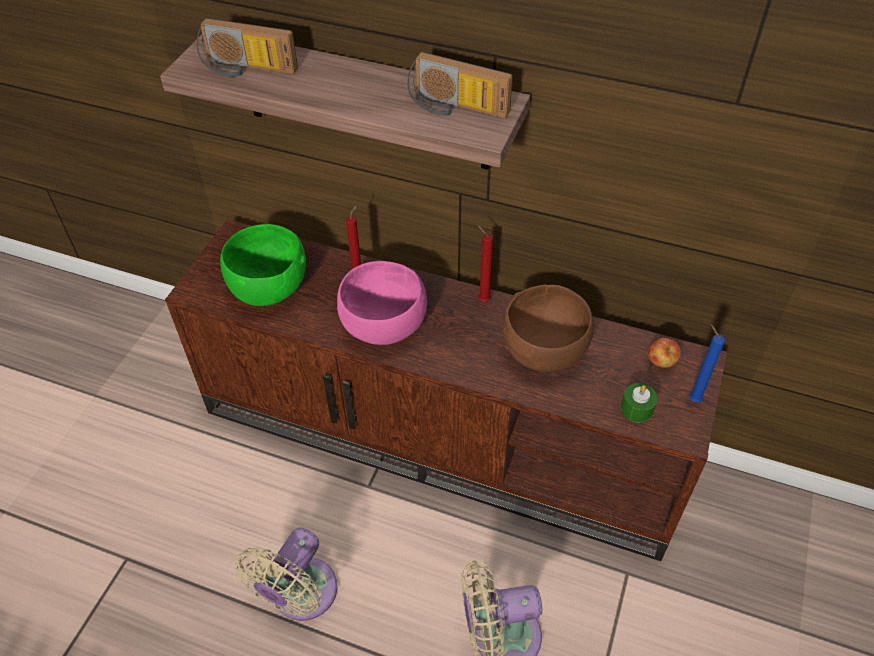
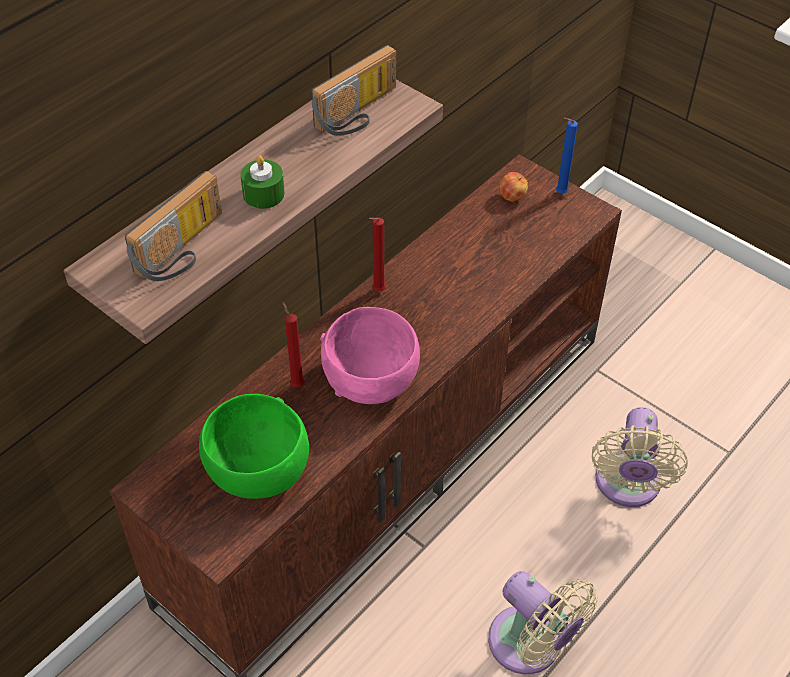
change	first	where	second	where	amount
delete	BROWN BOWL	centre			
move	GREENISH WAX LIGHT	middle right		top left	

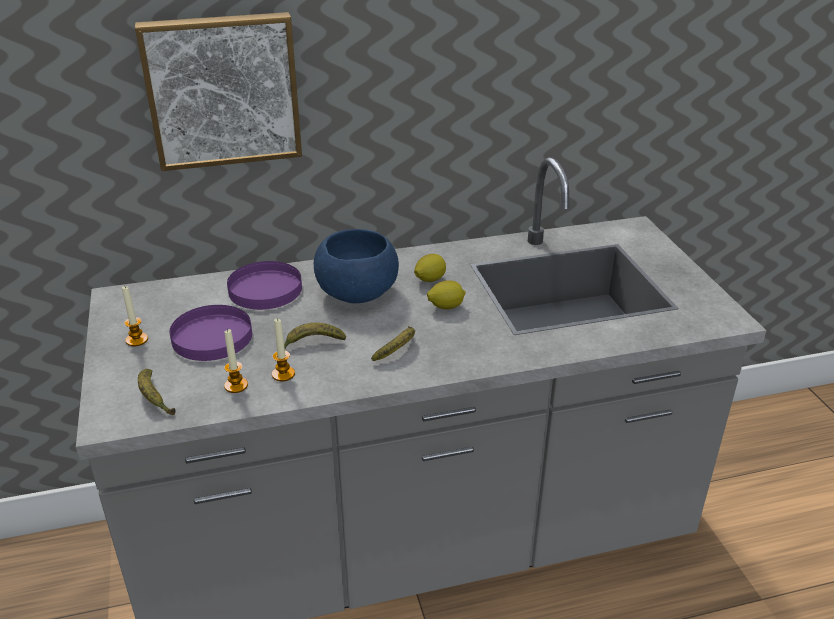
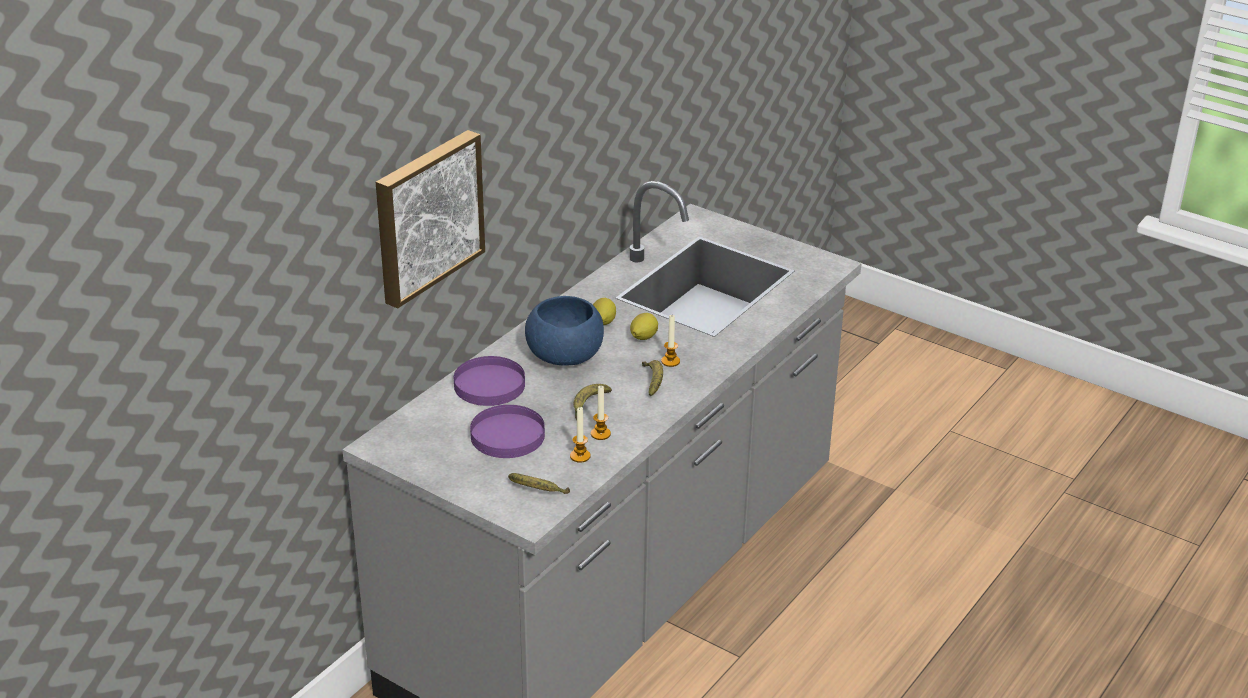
change	first	where	second	where	amount
move	WAX LIGHT (1st from left in the first image)	middle left	WAX LIGHT (3rd from left)	centre	

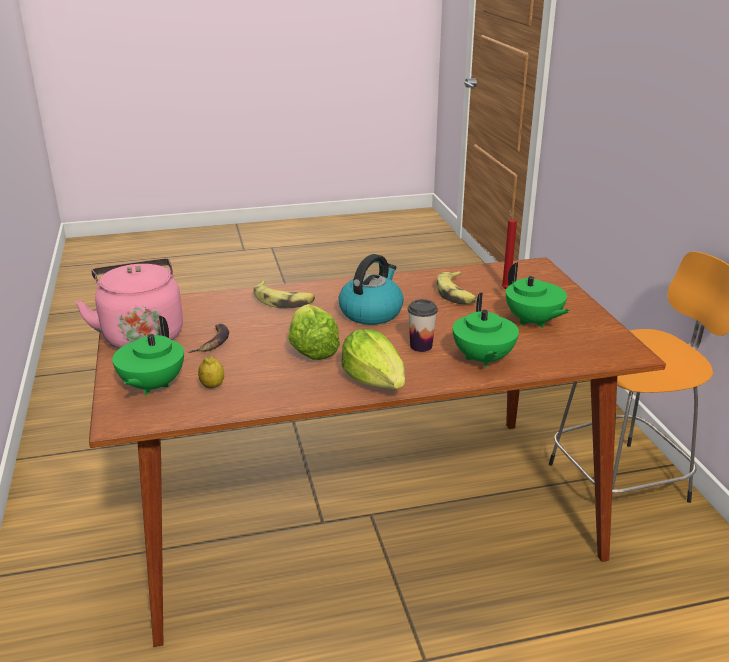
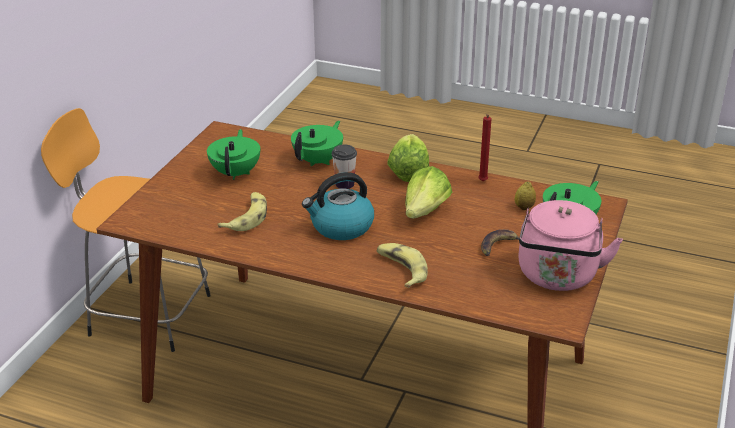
change	first	where	second	where	amount
move	REDDISH WAX LIGHT	middle right		centre	

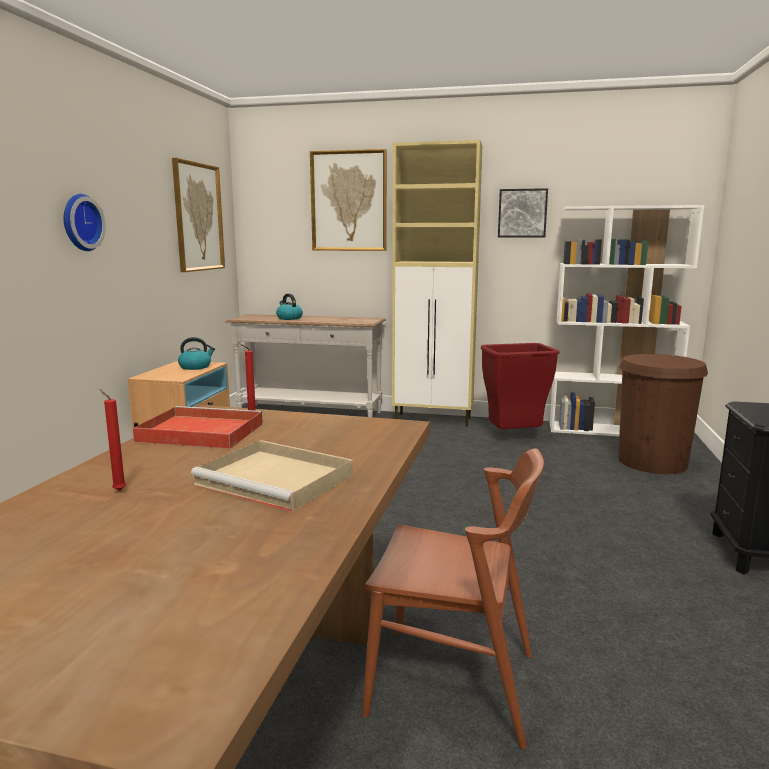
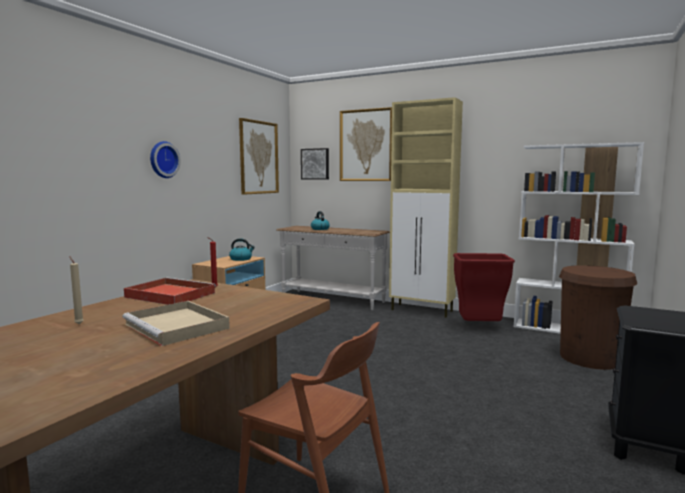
change	first	where	second	where	amount
recolor	REDDISH WAX LIGHT (1st from left)	middle left	BEIGE WAX LIGHT	middle left	
move	PICTURE (3rd from left in the first image)	top right	PICTURE (2nd from left)	top centre	

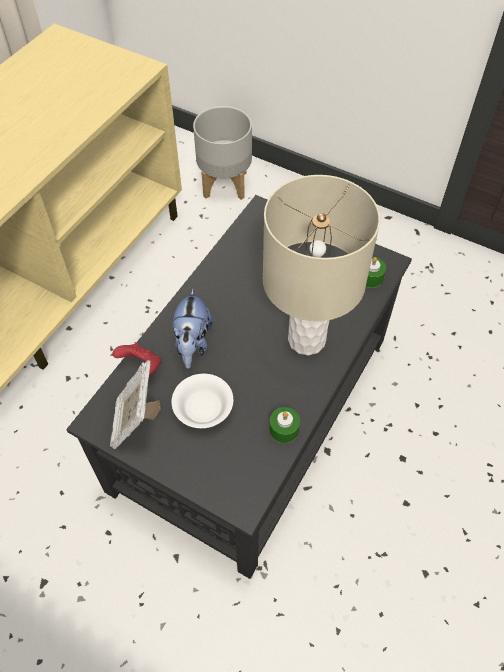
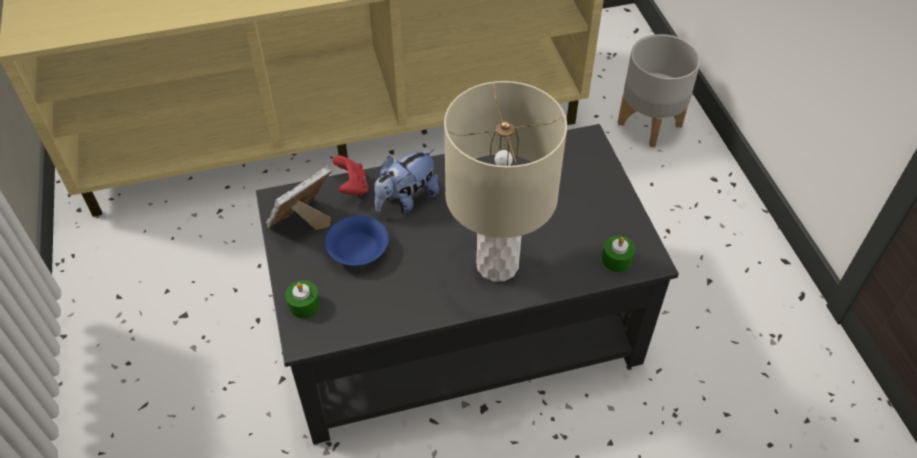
change	first	where	second	where	amount
recolor	WHITE-COLOURED BOWL	centre	BLUISH BOWL	centre	
move	GREENISH WAX LIGHT (1st from left)	centre		middle left	

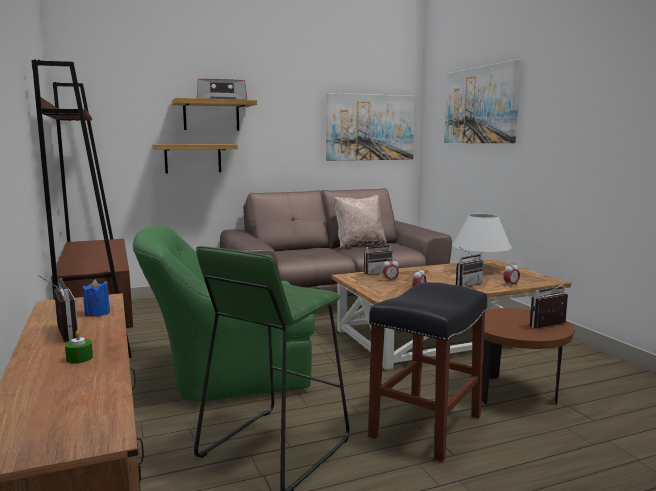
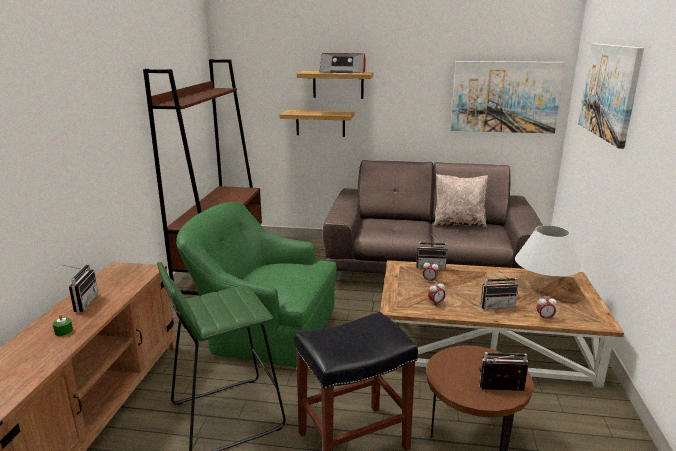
change	first	where	second	where	amount
delete	BLUISH WAX LIGHT	middle left			

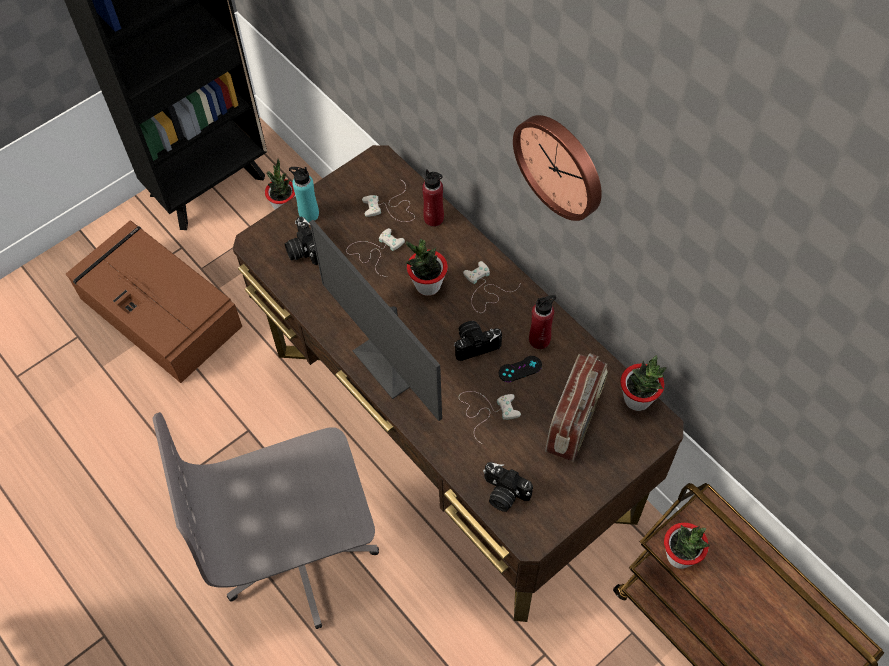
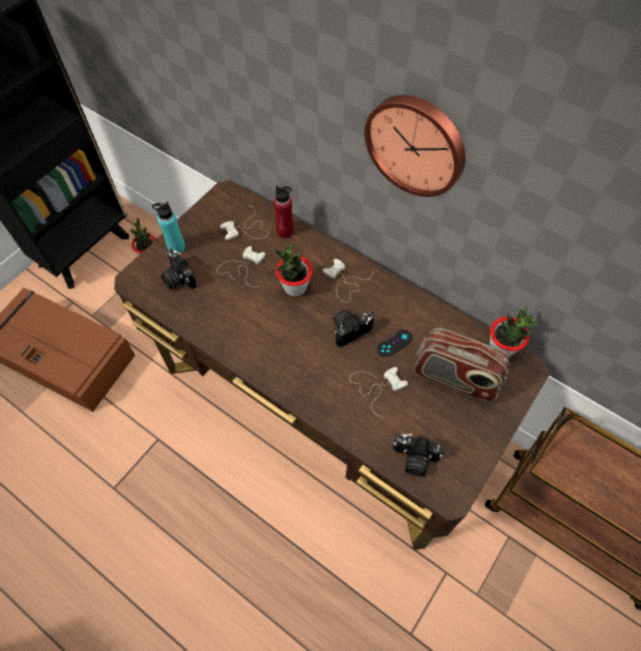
change	first	where	second	where	amount
delete	GREYISH COMPUTER CHAIR	bottom left			
delete	COMPUTER DISPLAY	centre			
delete	REDDISH BEVERAGE BOTTLE (2nd from left)	centre			
rotate	RADIO RECEIVER	centre		middle right	105 degrees clockwise
delete	HOUSEPLANT (4th from left)	bottom right			

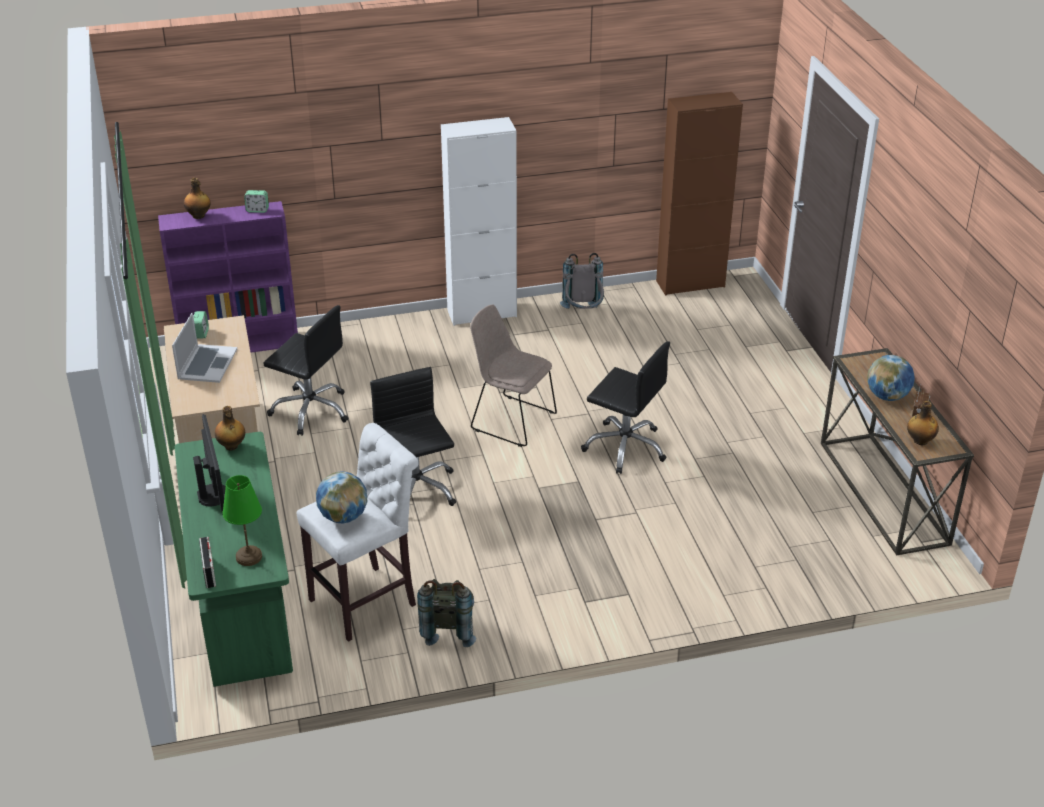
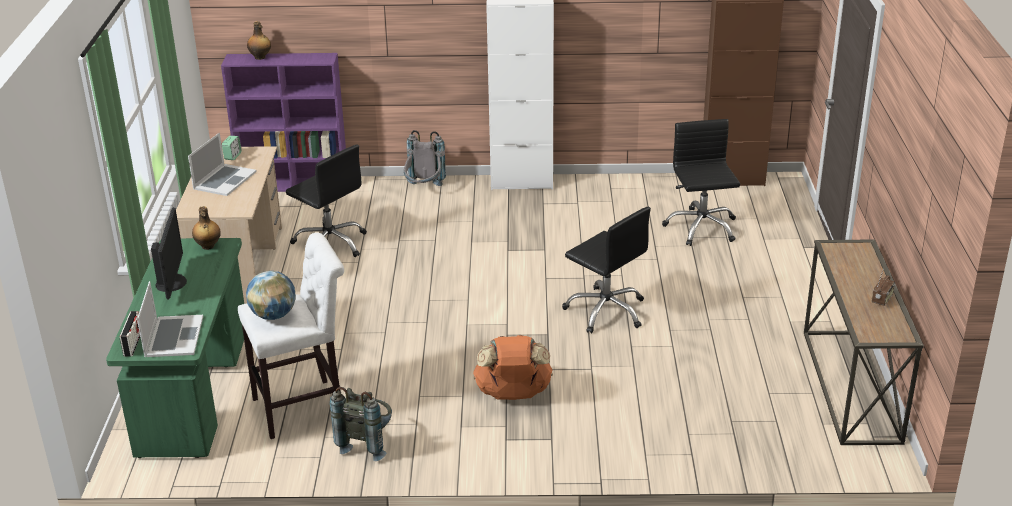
change	first	where	second	where	amount
replace	GREENISH TABLE LAMP	middle left	LAPTOP (1st from left)	middle left	
delete	ALARM CLOCK (2nd from left)	top left			
move	BLACKISH COMPUTER CHAIR (2nd from left in the first image)	centre	BLACKISH COMPUTER CHAIR (3rd from left)	middle right	
delete	BEIGE CHAIR	centre			
move	GREYISH RUCKSACK (2nd from left)	centre		top centre	
delete	GLOBE (2nd from left)	middle right			
delete	BEVERAGE BOTTLE (3rd from left)	middle right			
insert			ORANGEY RUCKSACK	bottom centre	

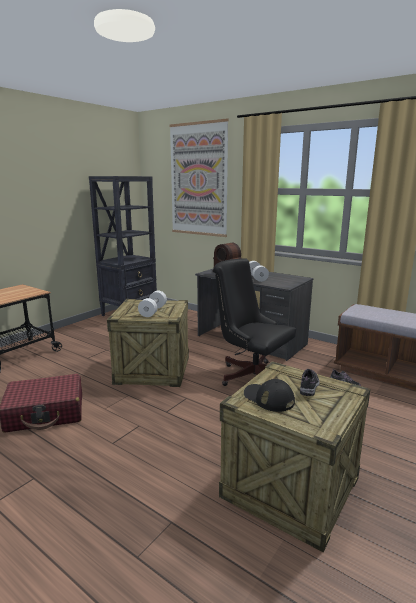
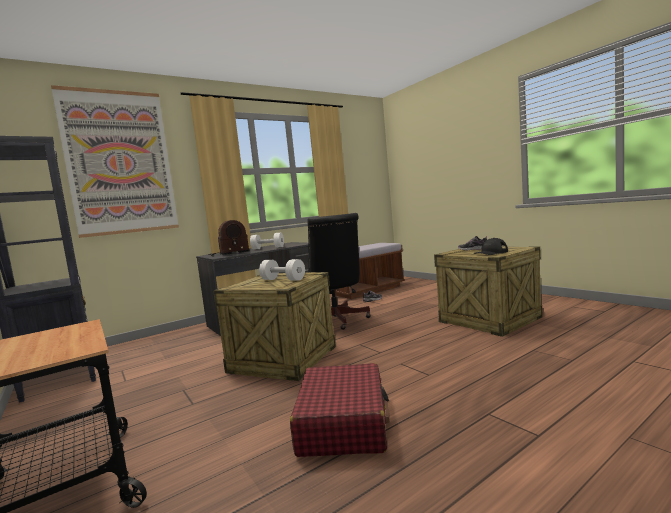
change	first	where	second	where	amount
rotate	BLACKISH COMPUTER CHAIR	centre		centre	75 degrees counterclockwise

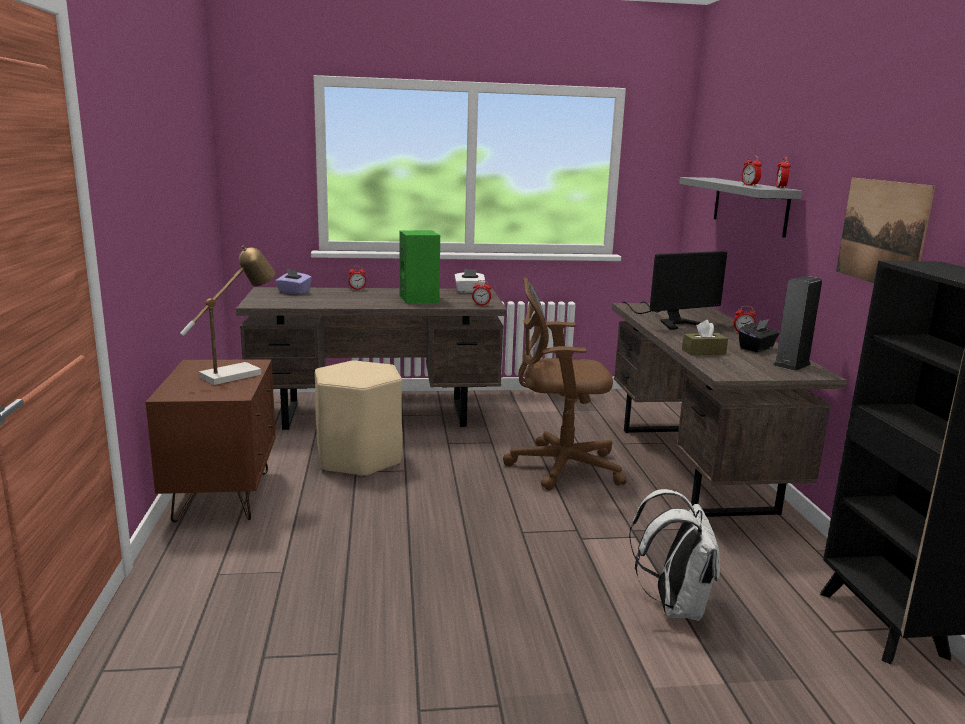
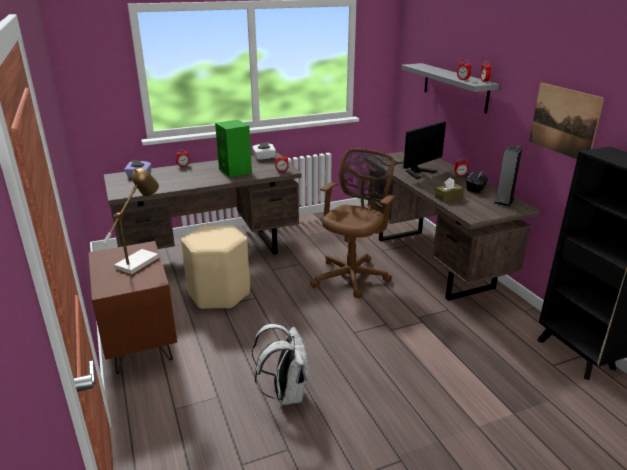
change	first	where	second	where	amount
rotate	BROWN COMPUTER CHAIR	centre		centre	135 degrees clockwise
move	WHITE-COLOURED RUCKSACK	bottom right		bottom centre	

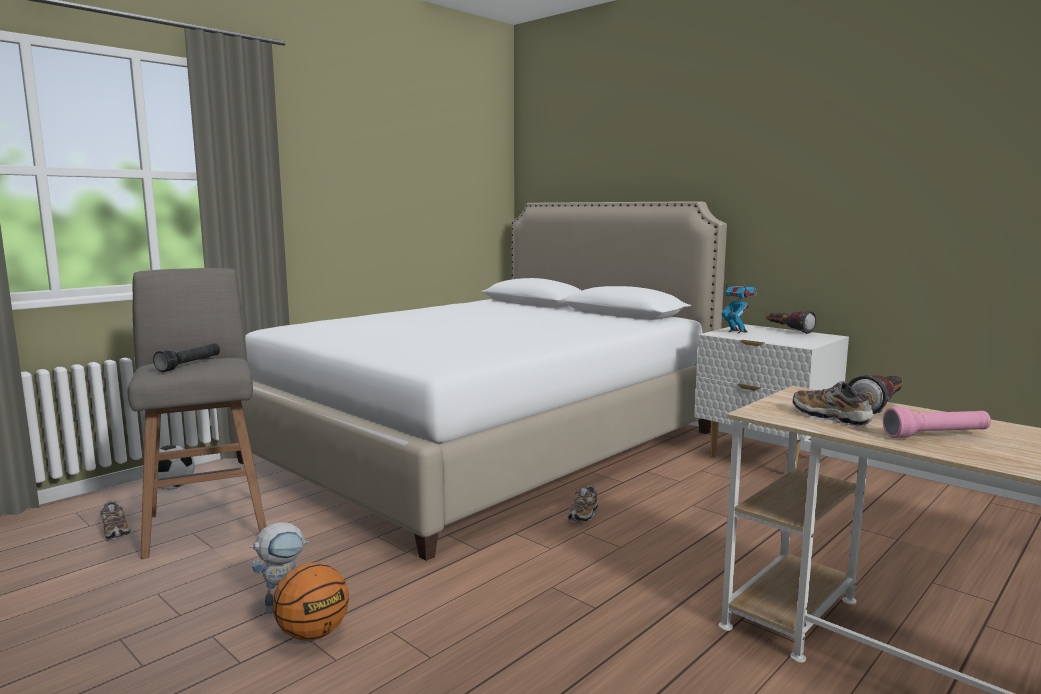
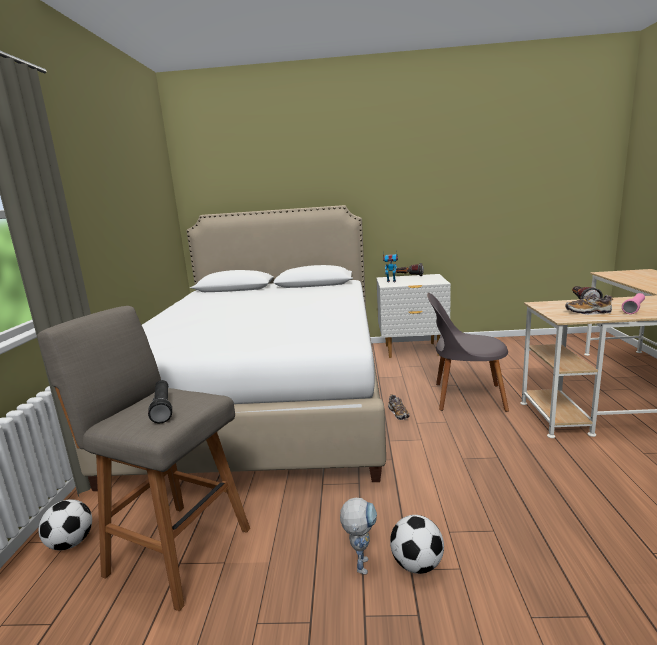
change	first	where	second	where	amount
delete	SHOE (1st from left)	bottom left			
replace	BASKETBALL BALL	bottom left	FOOTBALL BALL (2nd from left)	bottom centre	
insert			GREYISH CHAIR	middle right	

